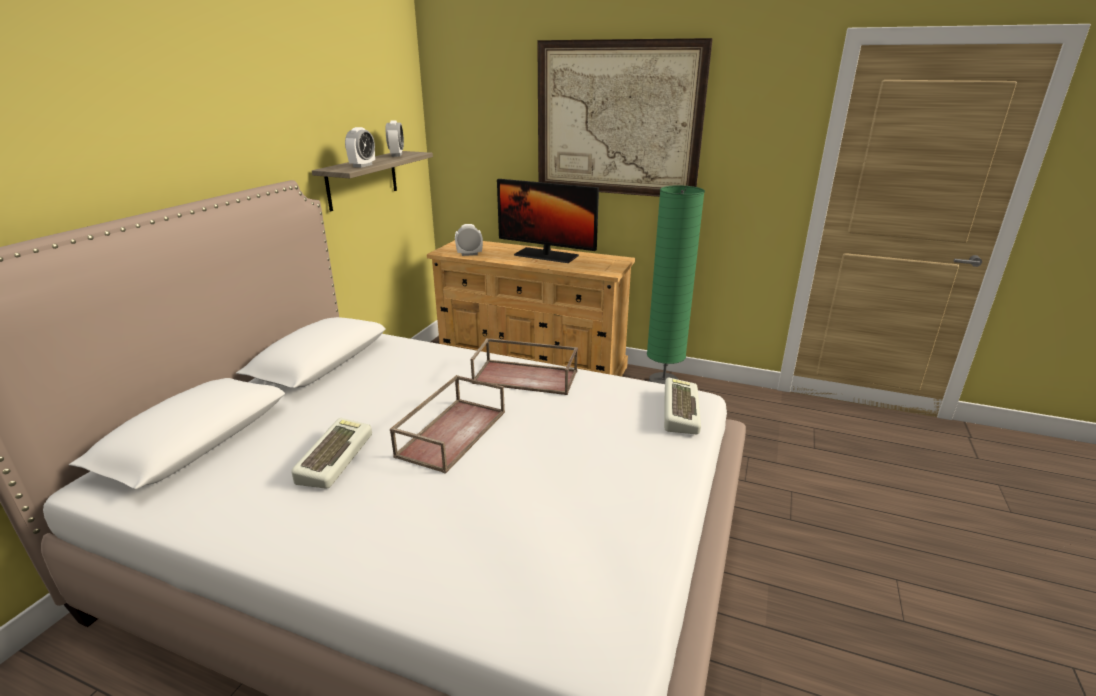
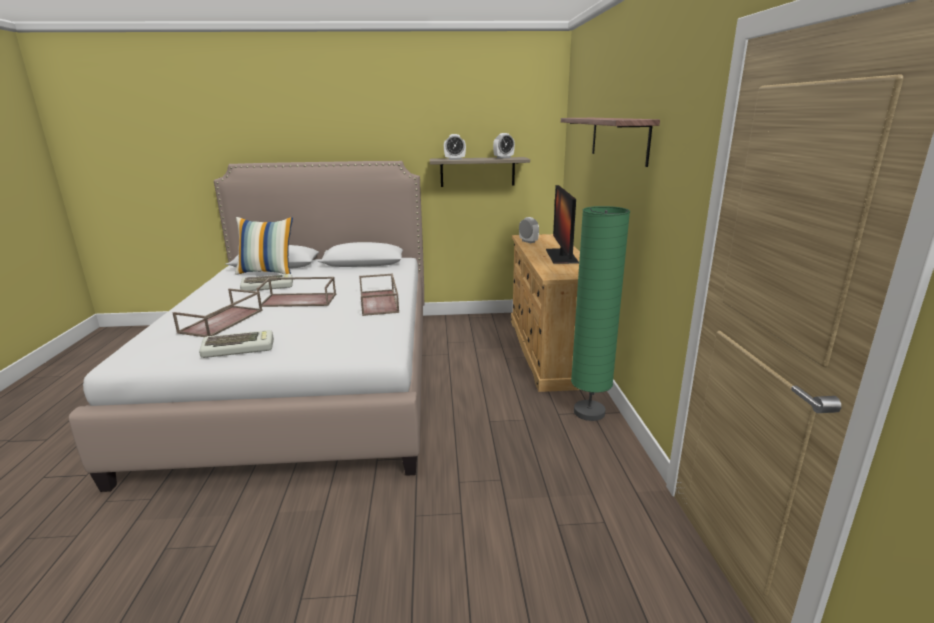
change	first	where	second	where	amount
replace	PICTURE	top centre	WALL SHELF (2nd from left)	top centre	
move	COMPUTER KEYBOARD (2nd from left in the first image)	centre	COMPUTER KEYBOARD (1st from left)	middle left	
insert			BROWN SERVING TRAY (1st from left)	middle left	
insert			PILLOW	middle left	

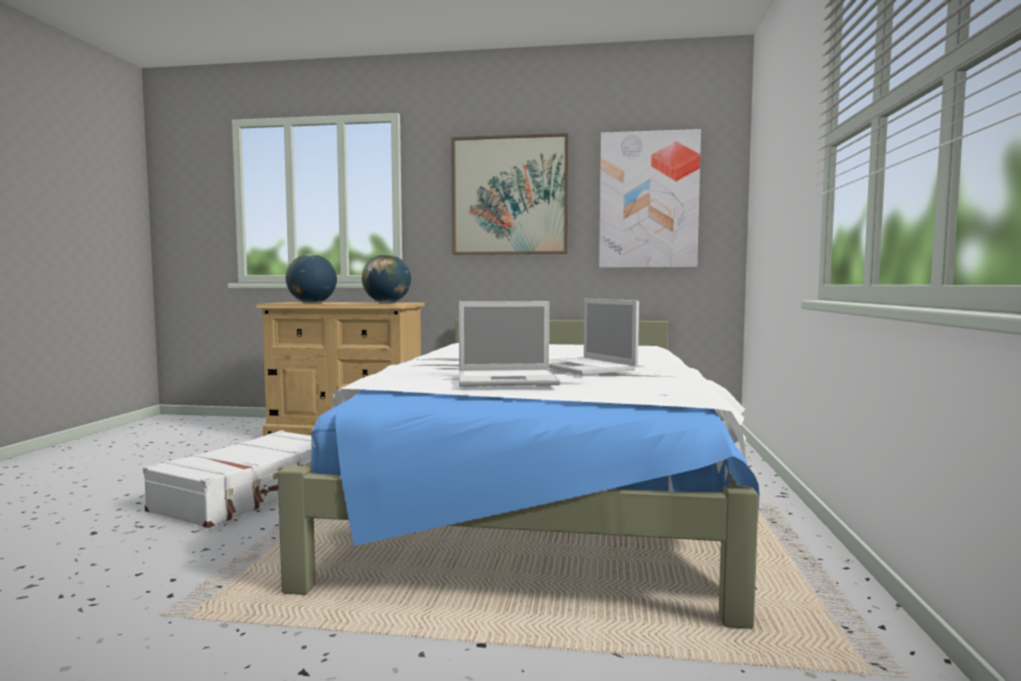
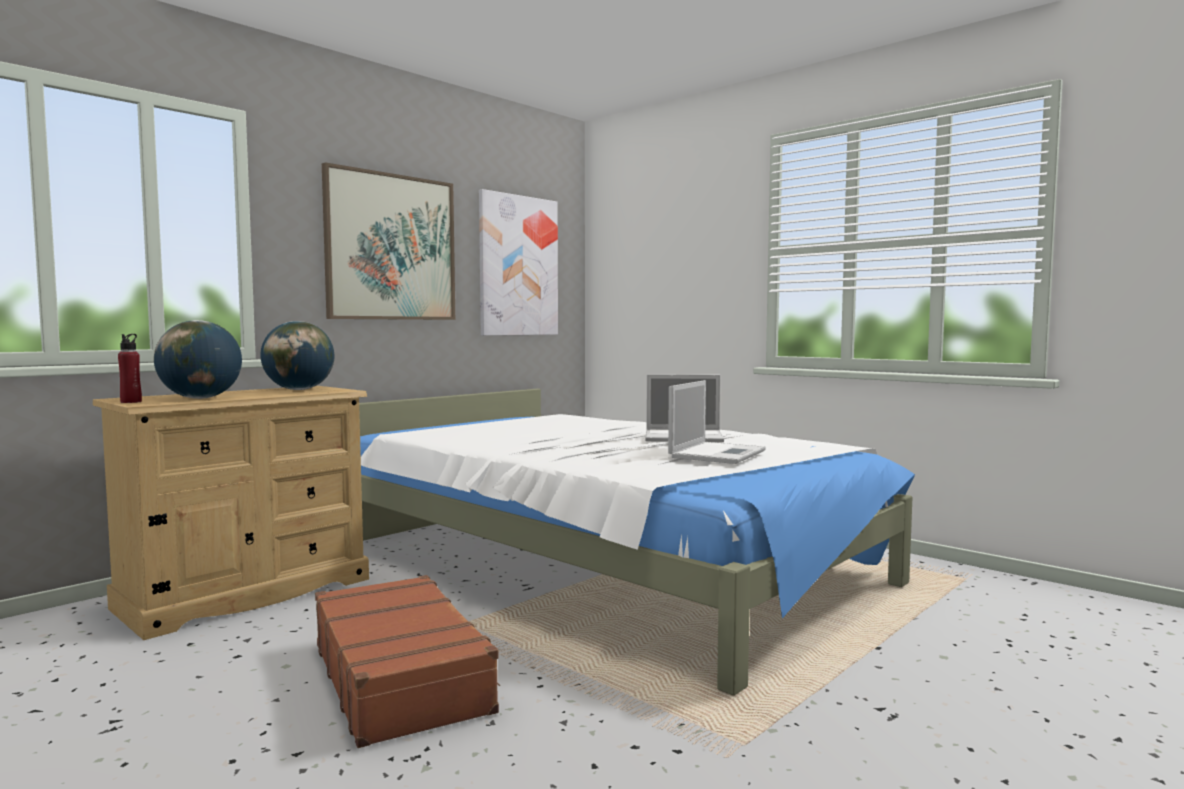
change	first	where	second	where	amount
recolor	WHITE-COLOURED PIECE OF LUGGAGE	bottom left	BROWN PIECE OF LUGGAGE	bottom centre	
insert			REDDISH BEVERAGE BOTTLE	middle left	

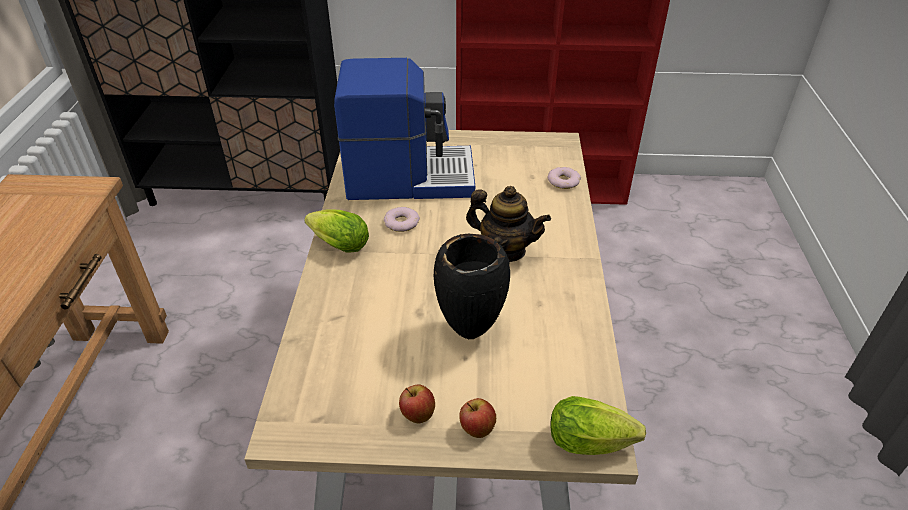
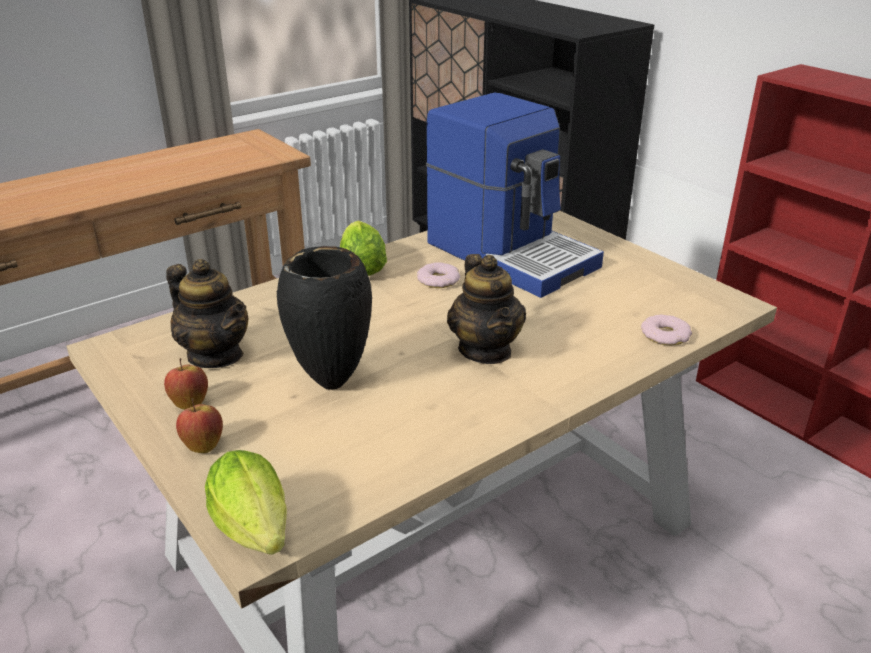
change	first	where	second	where	amount
insert			TEA POT (1st from left)	middle left	

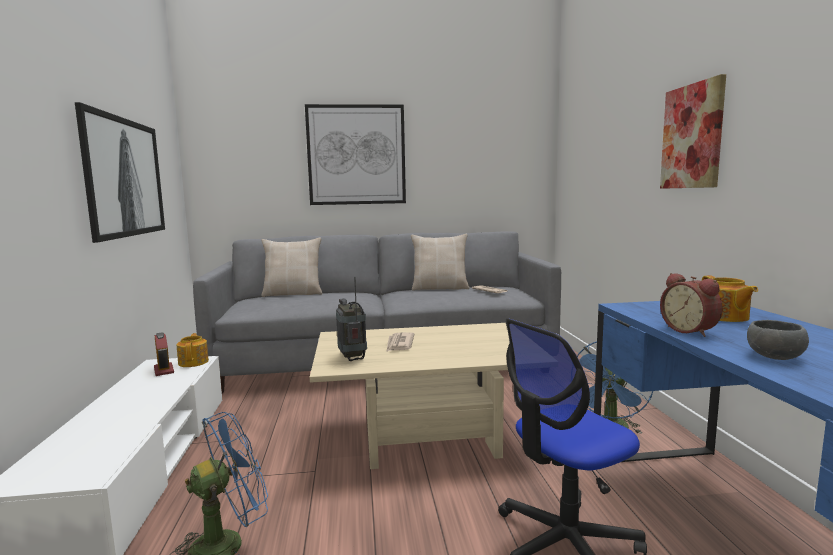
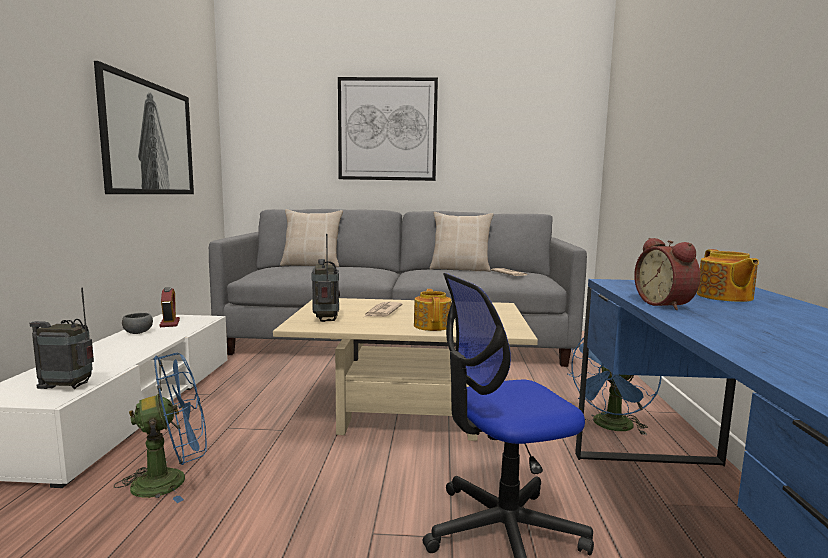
change	first	where	second	where	amount
move	TEA POT (1st from left)	middle left		centre	
delete	PICTURE (3rd from left)	top right			
move	GREYISH BOWL	middle right		middle left	
insert			RADIO RECEIVER (1st from left)	middle left	

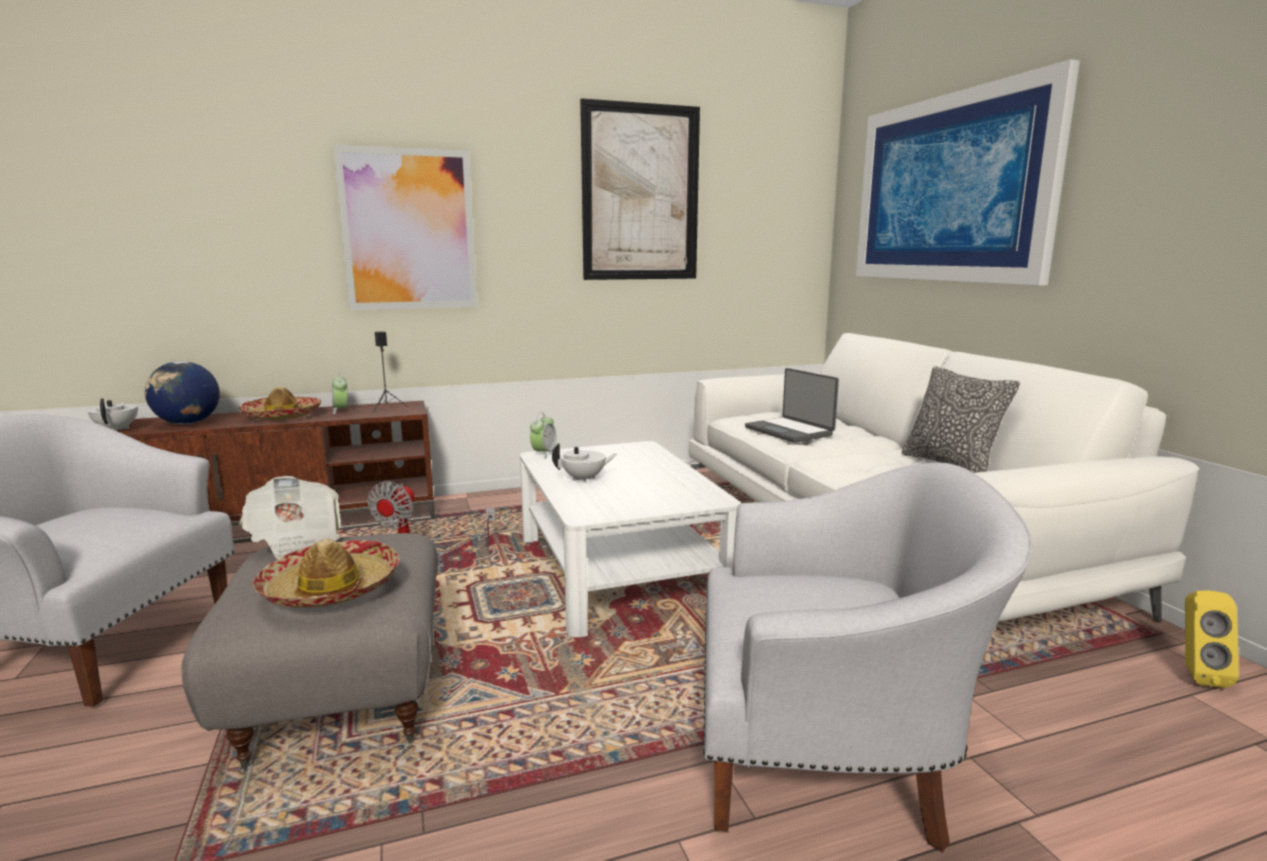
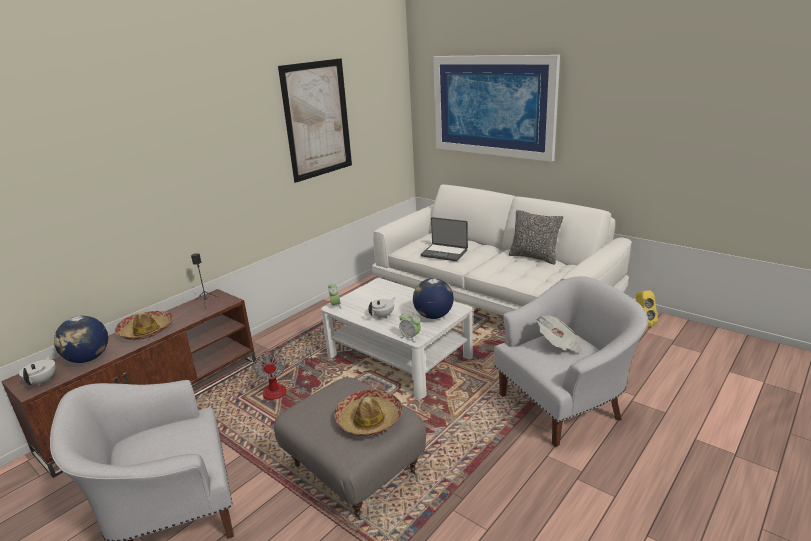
change	first	where	second	where	amount
rotate	WHITE-COLOURED TEA POT (1st from left)	middle left		bottom left	45 degrees clockwise
move	PRINTED PAPER	middle left		middle right	
move	ALARM CLOCK (1st from left in the first image)	middle left	ALARM CLOCK (2nd from left)	centre	
delete	PICTURE (1st from left)	top left			
insert			GLOBE (2nd from left)	centre	

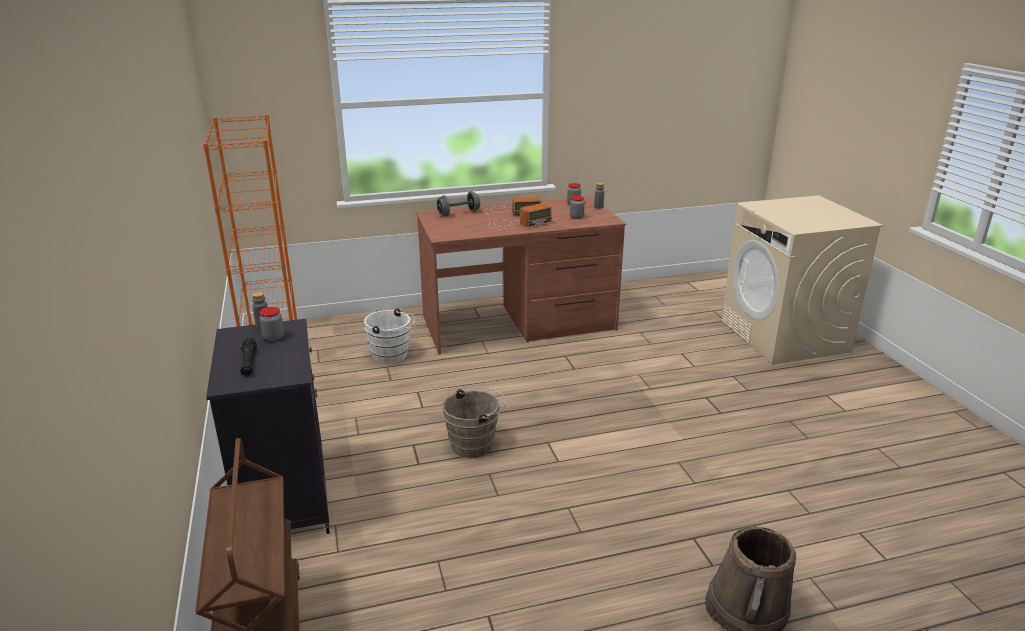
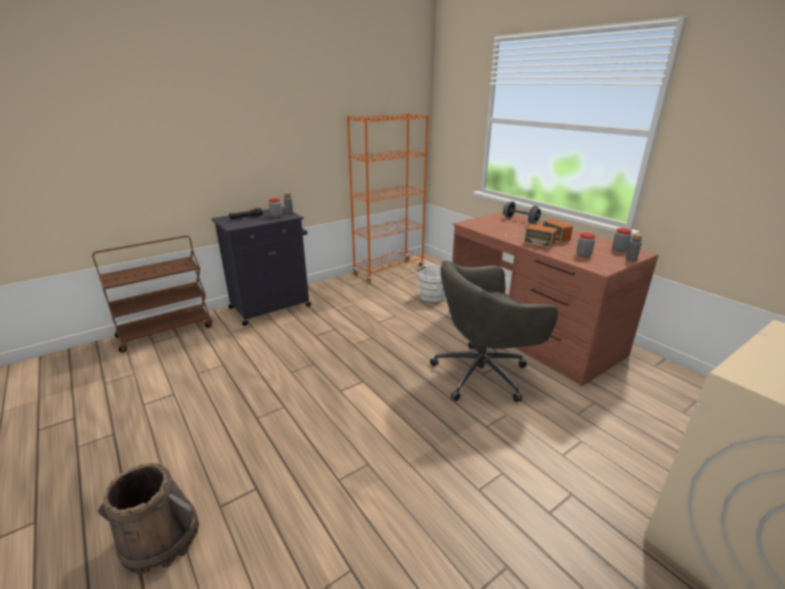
change	first	where	second	where	amount
delete	BROWN PAIL (1st from left)	bottom centre			
insert			GREYISH COMPUTER CHAIR	centre	

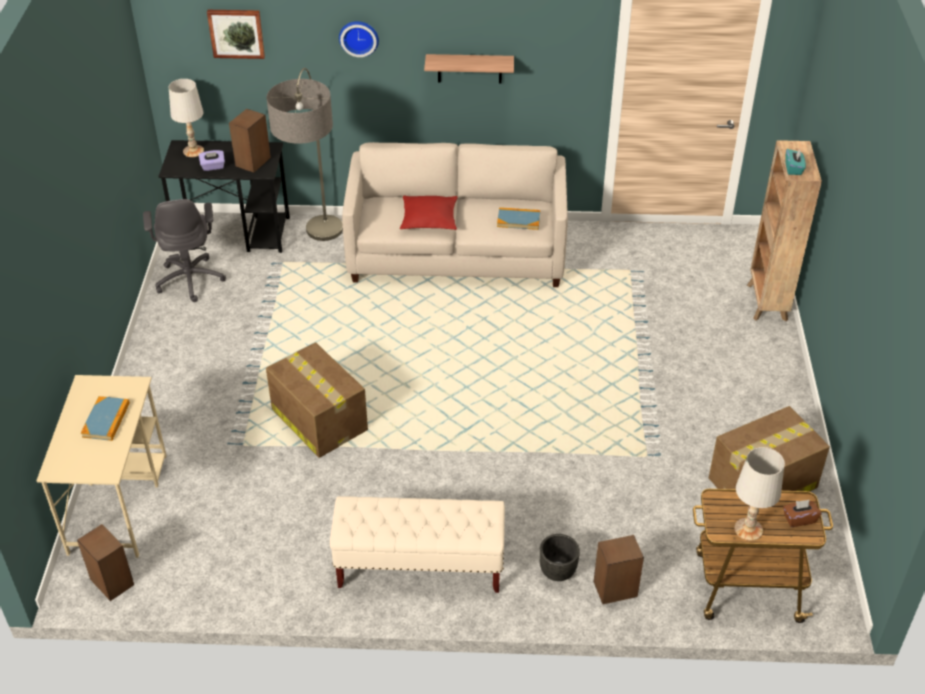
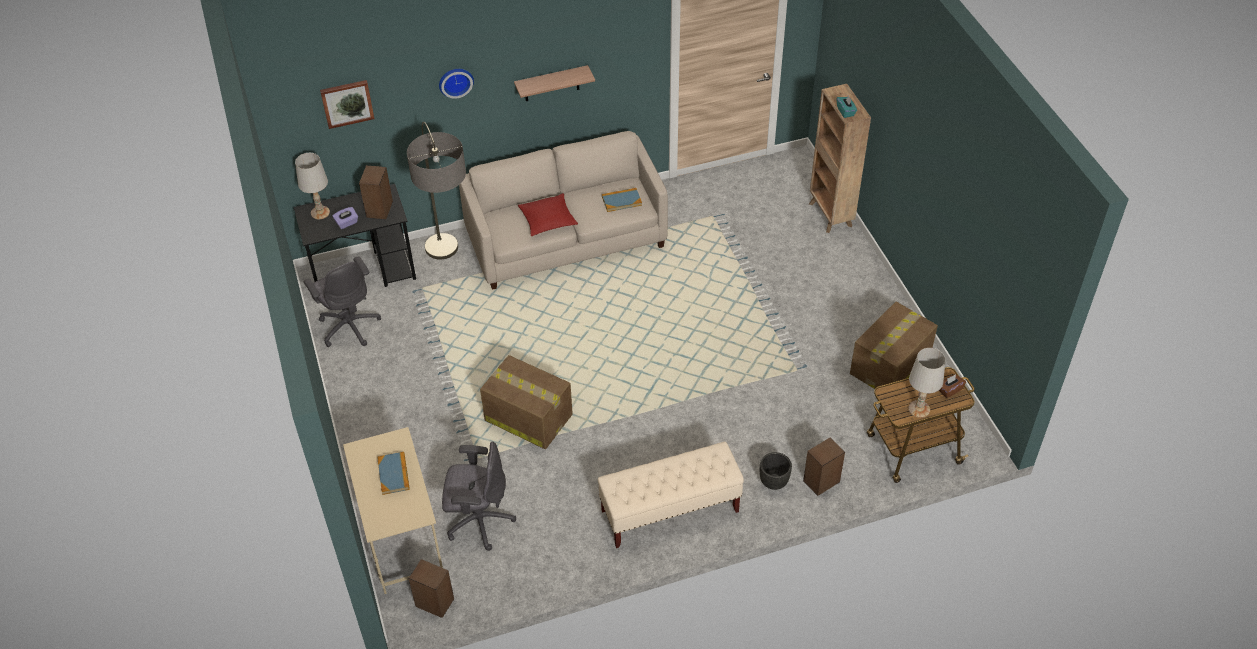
change	first	where	second	where	amount
insert			GREYISH COMPUTER CHAIR (2nd from left)	bottom centre	

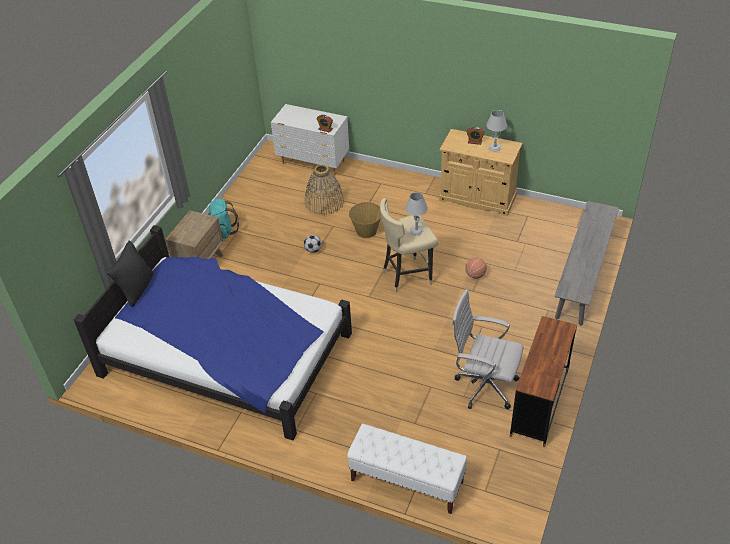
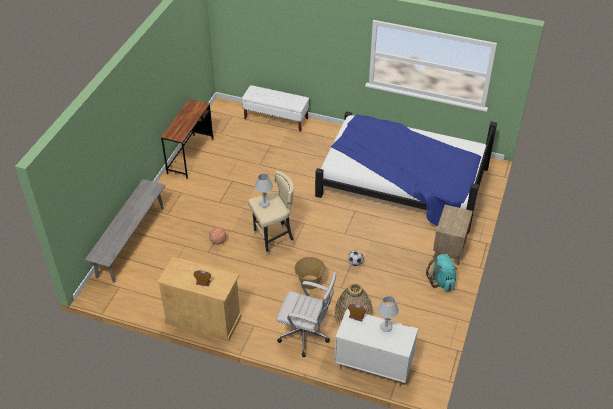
change	first	where	second	where	amount
delete	BLACKISH PILLOW	middle left			
move	WHITE-COLOURED COMPUTER CHAIR	middle right		bottom centre	
move	GREYISH TABLE LAMP (2nd from left)	top right		bottom centre	

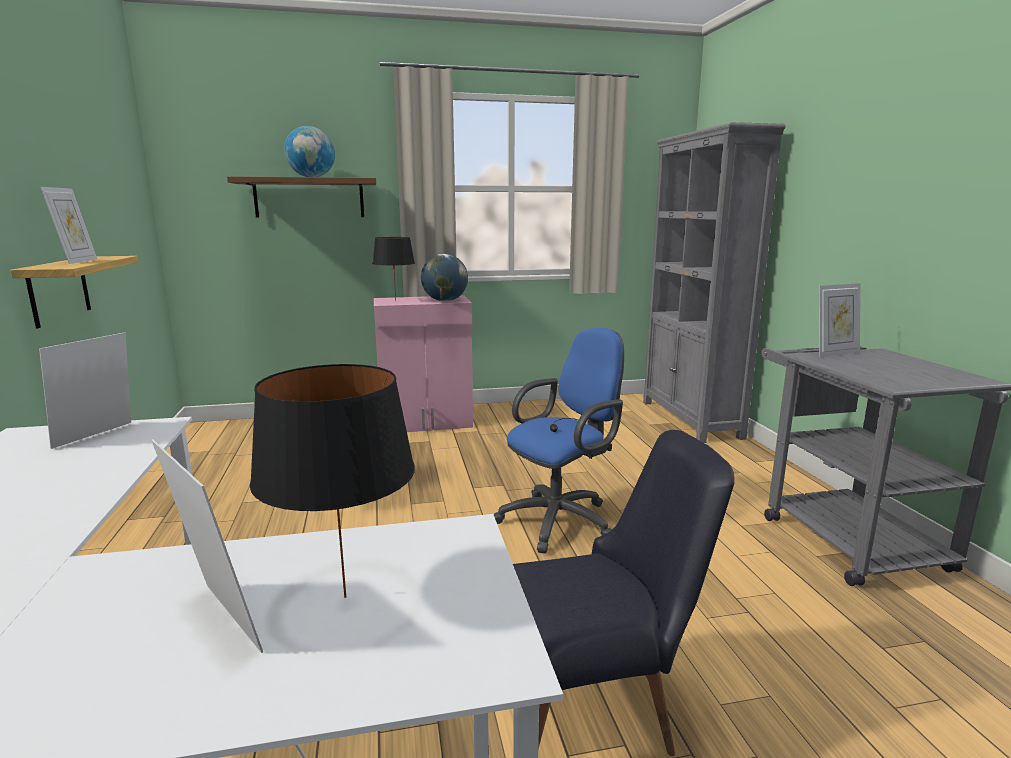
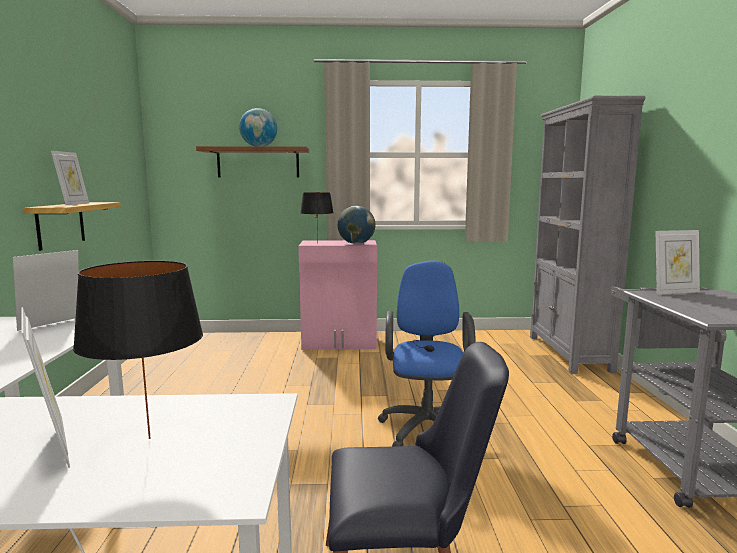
change	first	where	second	where	amount
rotate	BLUISH COMPUTER CHAIR	centre		centre	60 degrees counterclockwise

